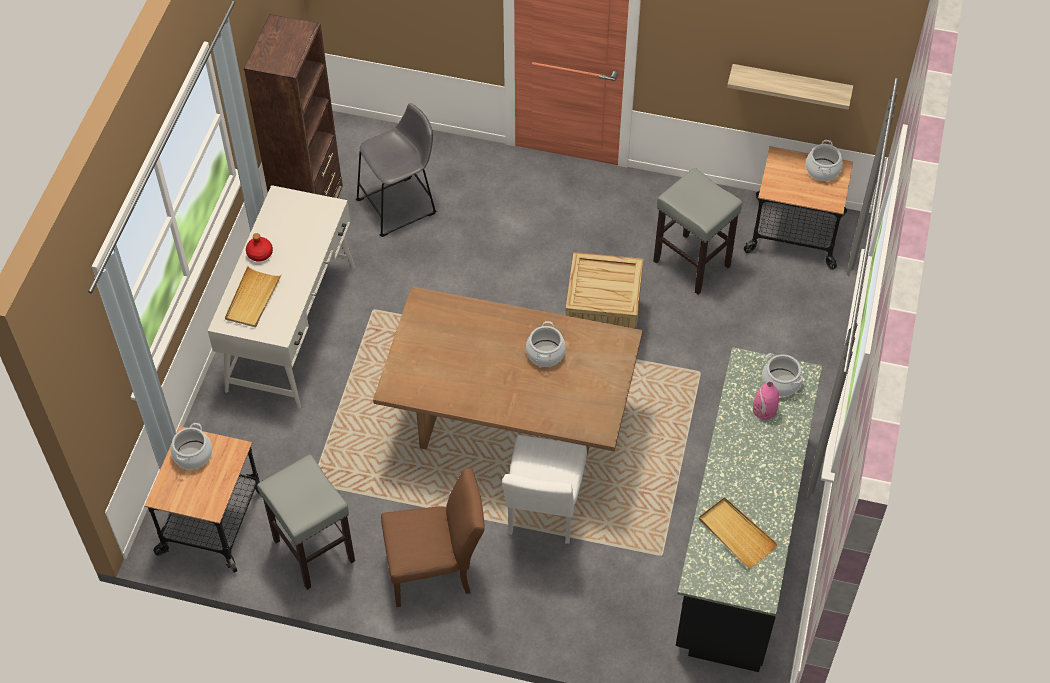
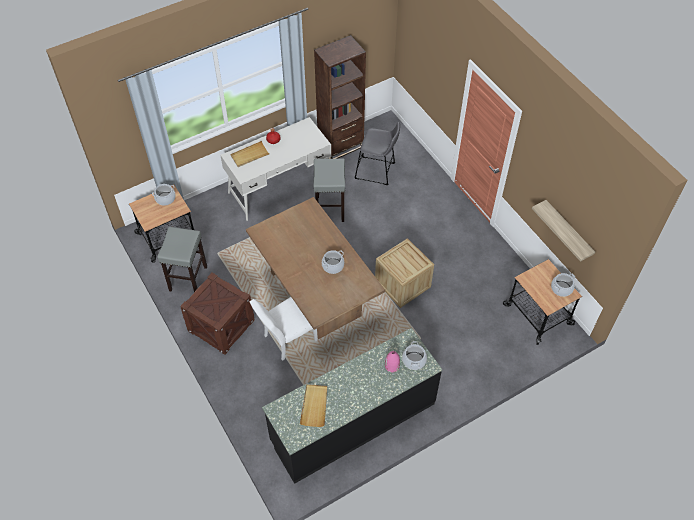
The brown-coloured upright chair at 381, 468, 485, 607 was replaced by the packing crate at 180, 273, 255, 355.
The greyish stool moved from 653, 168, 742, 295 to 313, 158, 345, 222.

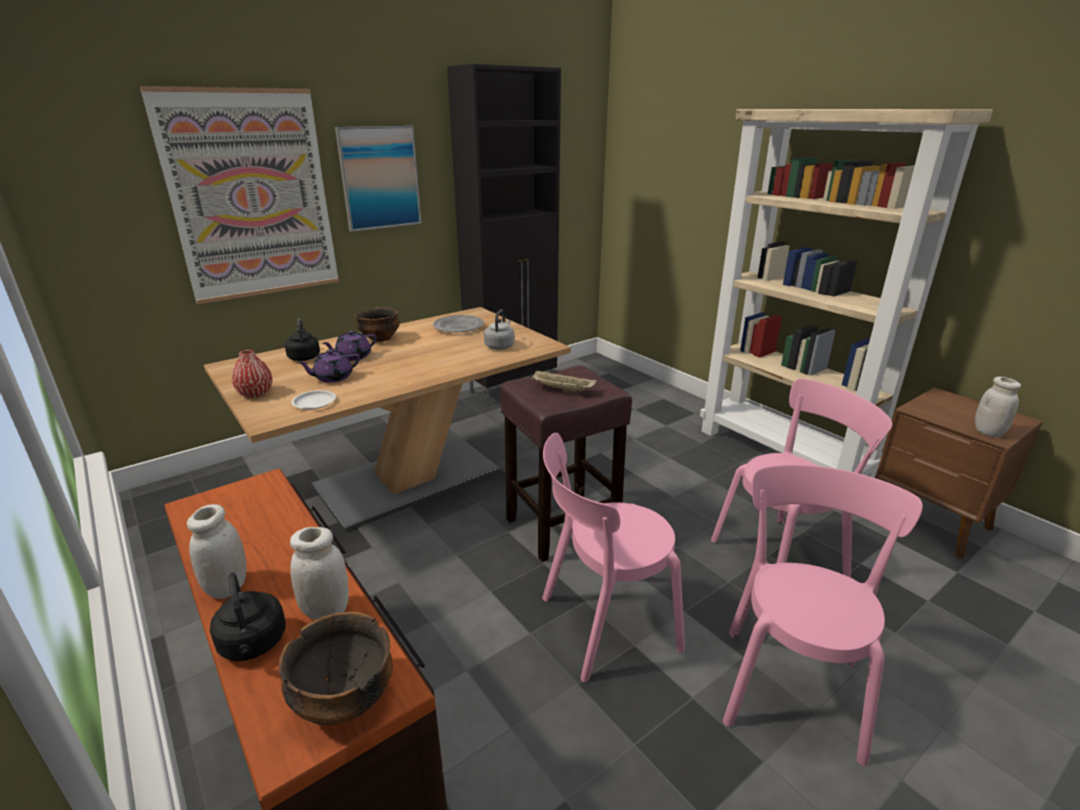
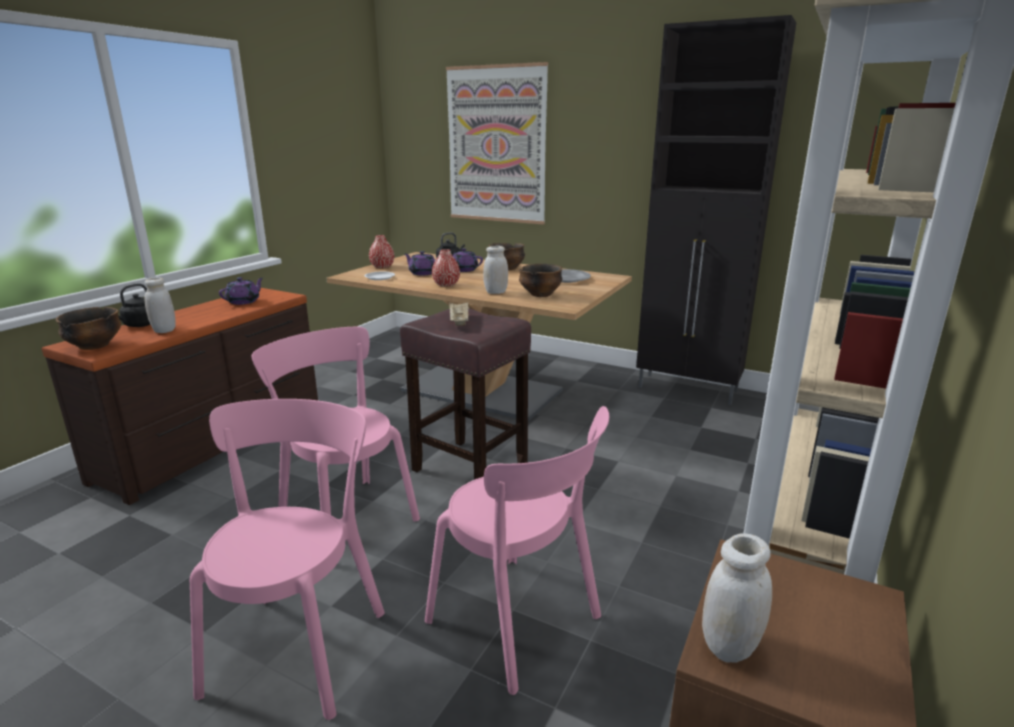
The white preserve jar moved from 187, 504, 246, 599 to 483, 246, 508, 294.
The wall picture at 335, 126, 422, 232 disappeared.
The greyish kettle at 484, 309, 515, 350 was replaced by the serving bowl at 519, 264, 563, 297.
The pink-coloured upright chair at 723, 465, 923, 766 turned 75 degrees counterclockwise.
The purple teapot at 219, 277, 264, 305 appeared.
The reddish flower vase at 432, 249, 460, 287 appeared.

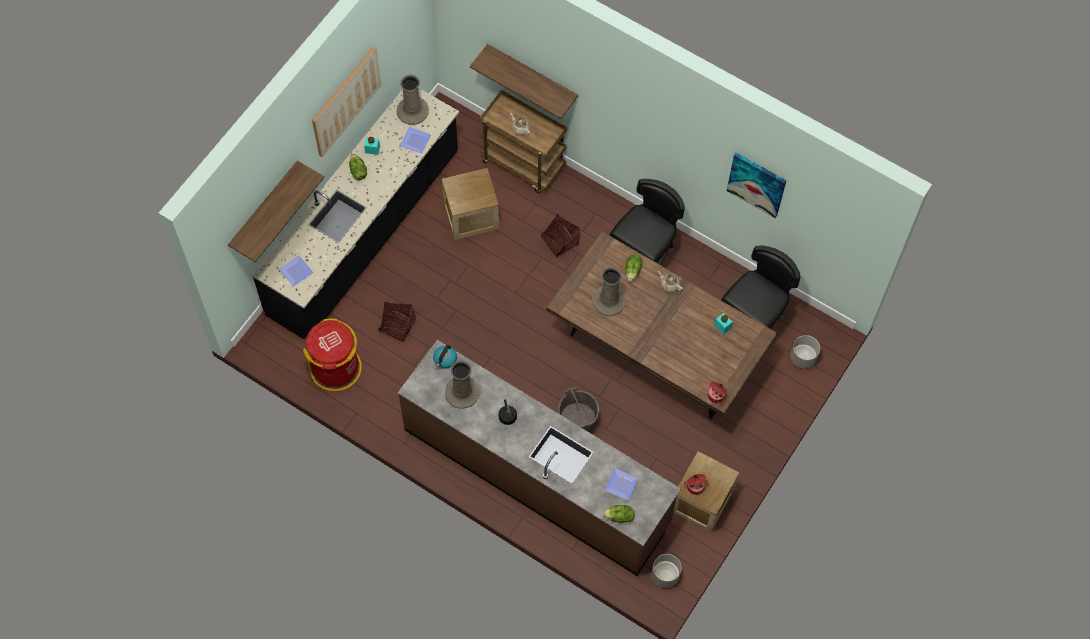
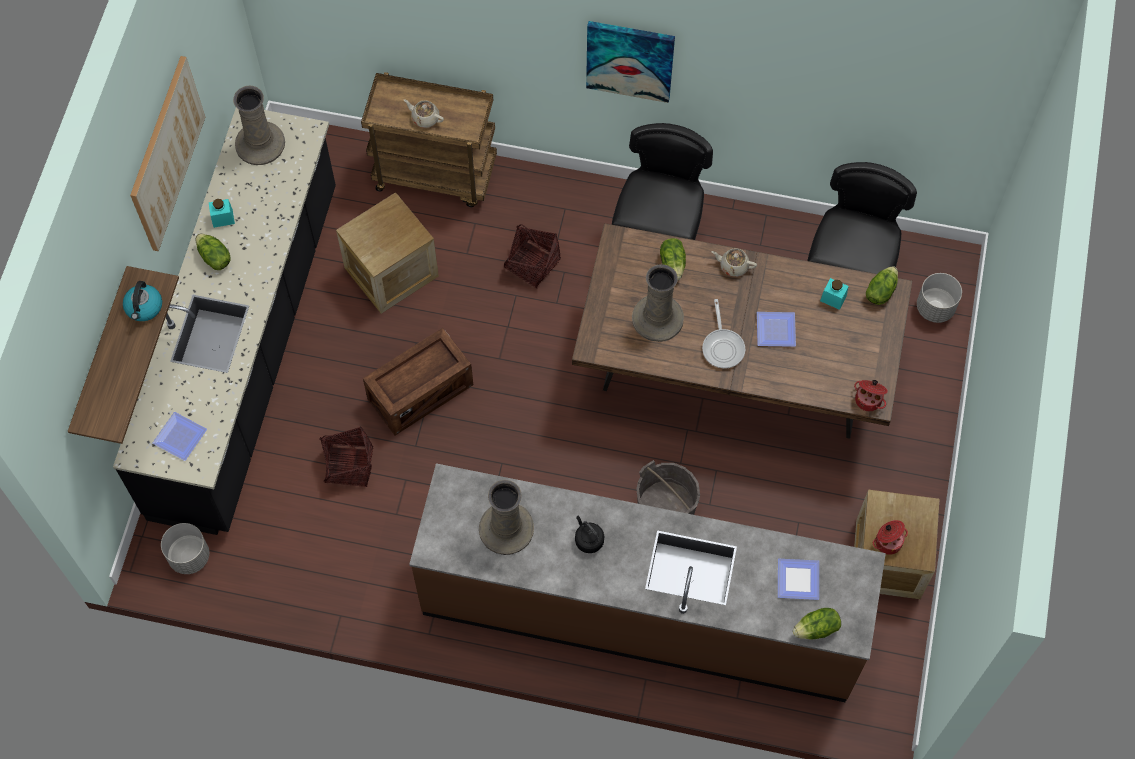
The reddish trash can at 303, 318, 362, 391 disappeared.
The plate moved from 400, 127, 431, 154 to 757, 312, 796, 347.
The kettle moved from 433, 345, 457, 369 to 123, 281, 162, 321.
The wall shelf at 470, 44, 578, 119 disappeared.
The greyish flower pot moved from 652, 554, 682, 588 to 161, 523, 209, 574.
The wall picture moved from 727, 153, 787, 218 to 586, 21, 675, 103.
The packing crate at 363, 328, 473, 435 appeared.
The skillet at 702, 299, 745, 368 appeared.
The lettuce at 866, 266, 898, 305 appeared.

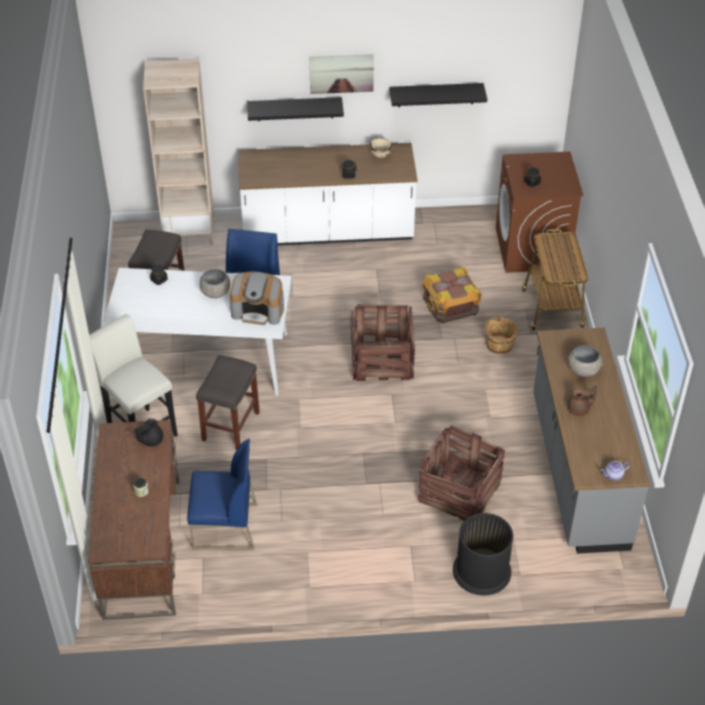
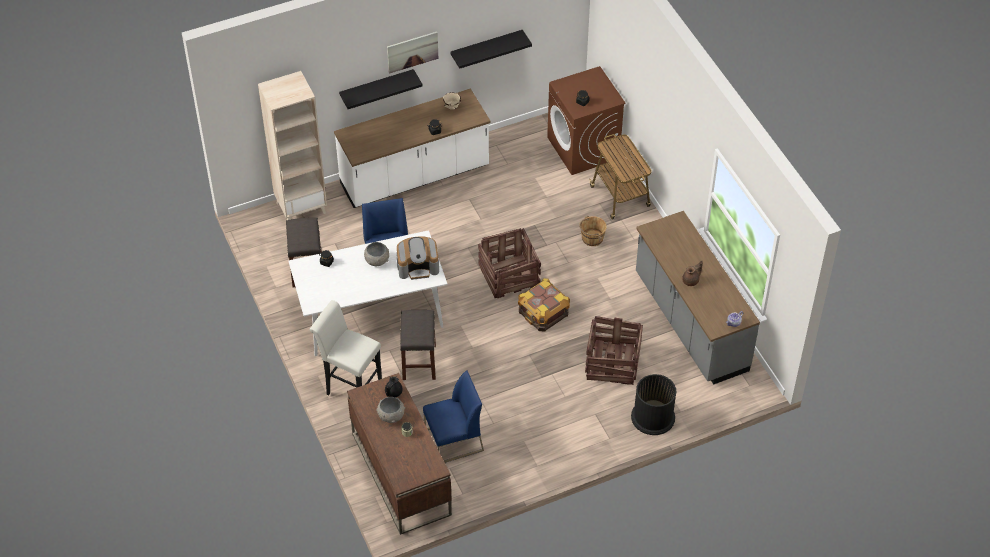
The packing crate moved from 422, 266, 482, 324 to 518, 278, 570, 332.
The greyish serving bowl moved from 567, 346, 603, 377 to 376, 397, 405, 423.

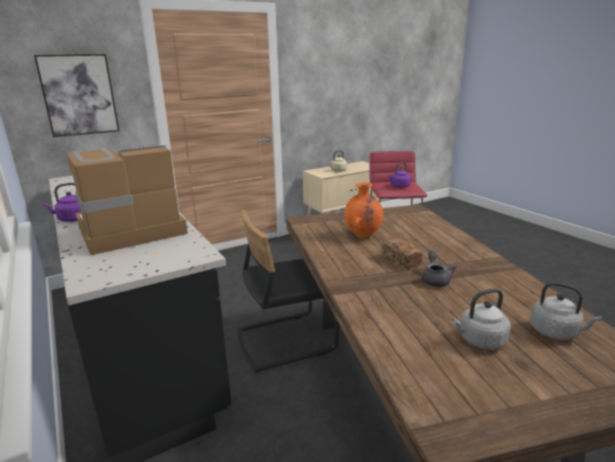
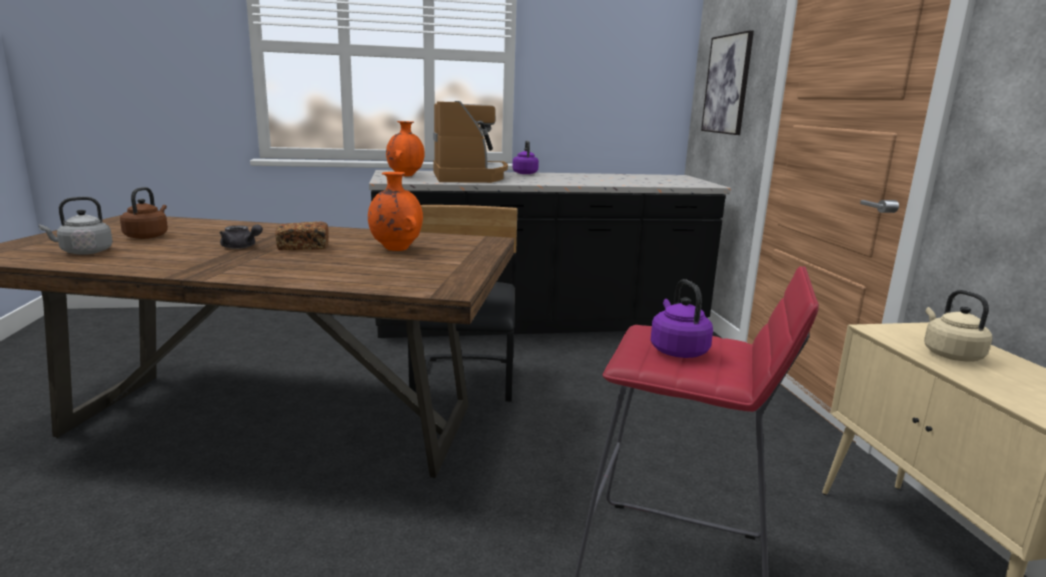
The greyish kettle at 451, 288, 511, 349 became the brown-coloured kettle at 120, 187, 168, 239.
The orange flower vase at 386, 121, 425, 176 appeared.

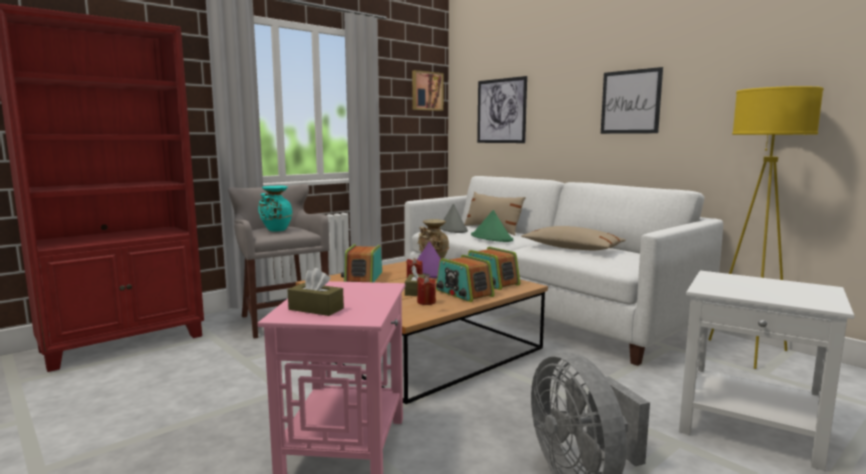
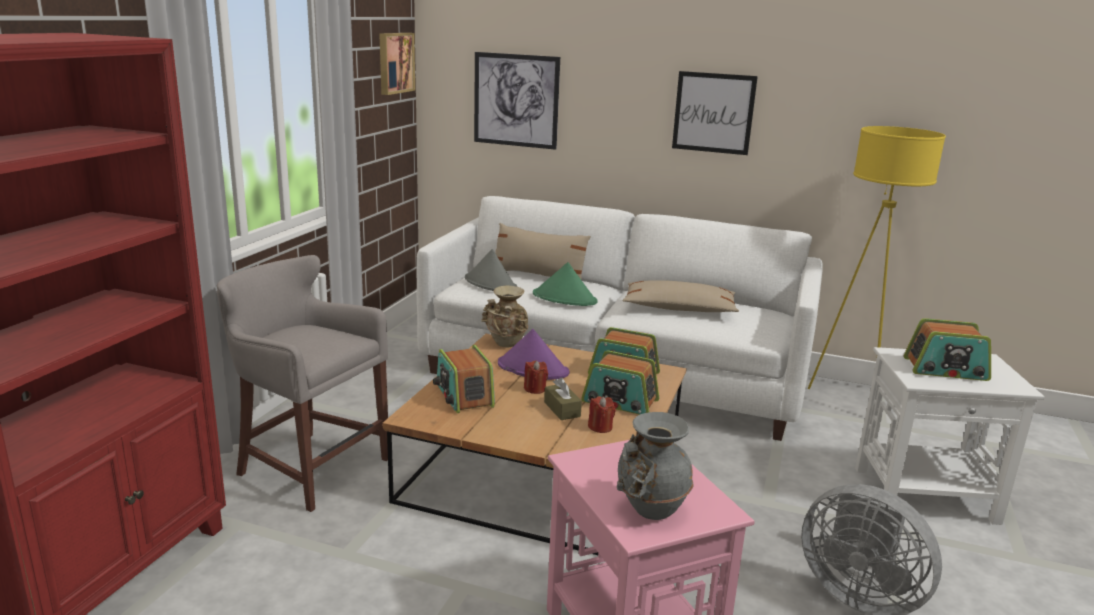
The turquoise-coloured flower vase at 258, 186, 293, 231 disappeared.
The brown-coloured tissue holder at 287, 268, 344, 316 was replaced by the greyish flower vase at 617, 412, 694, 520.
The radio set at 903, 318, 991, 381 appeared.

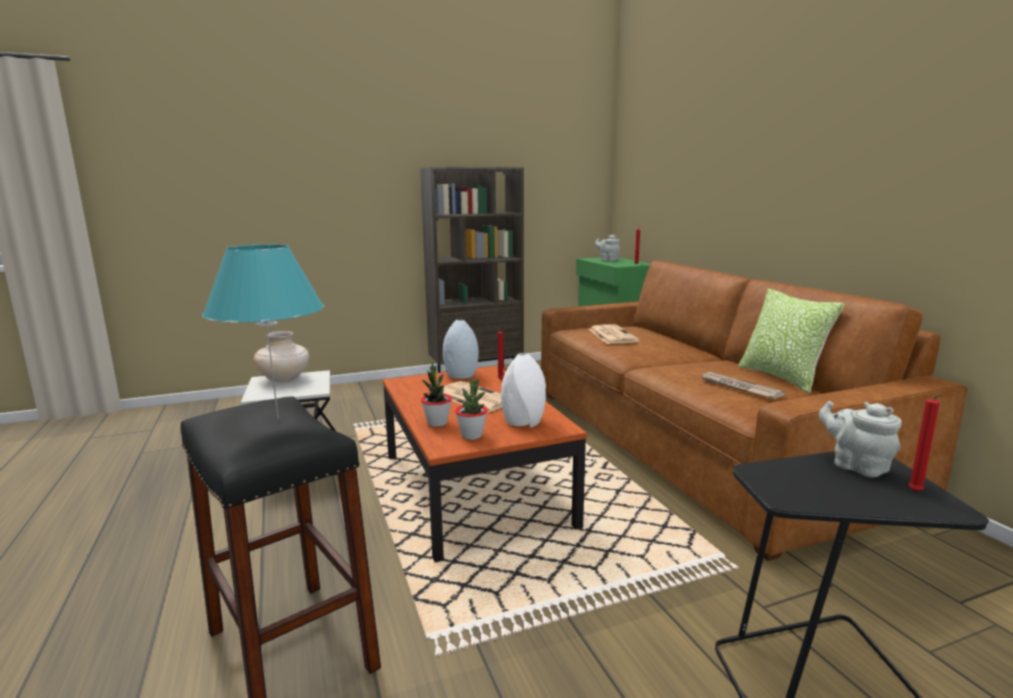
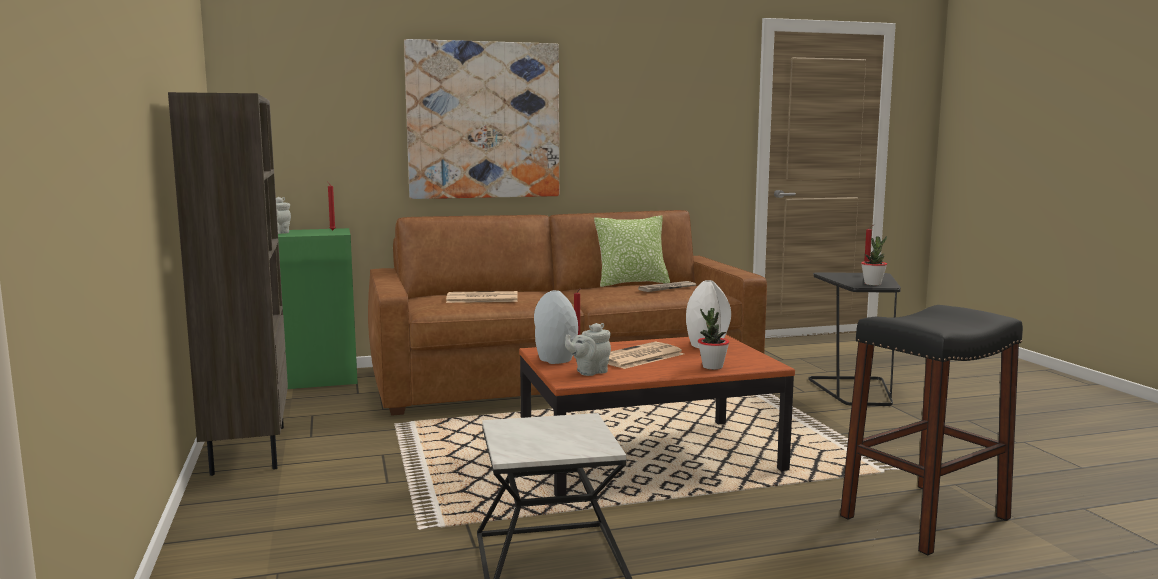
The turquoise-coloured tabletop lamp at 202, 244, 324, 418 disappeared.
The beige-coloured flower vase at 254, 331, 309, 382 disappeared.
The potted plant moved from 455, 377, 488, 440 to 861, 236, 887, 285.
The greyish teapot moved from 819, 401, 902, 477 to 565, 323, 611, 376.
The wall picture at 404, 39, 559, 199 appeared.

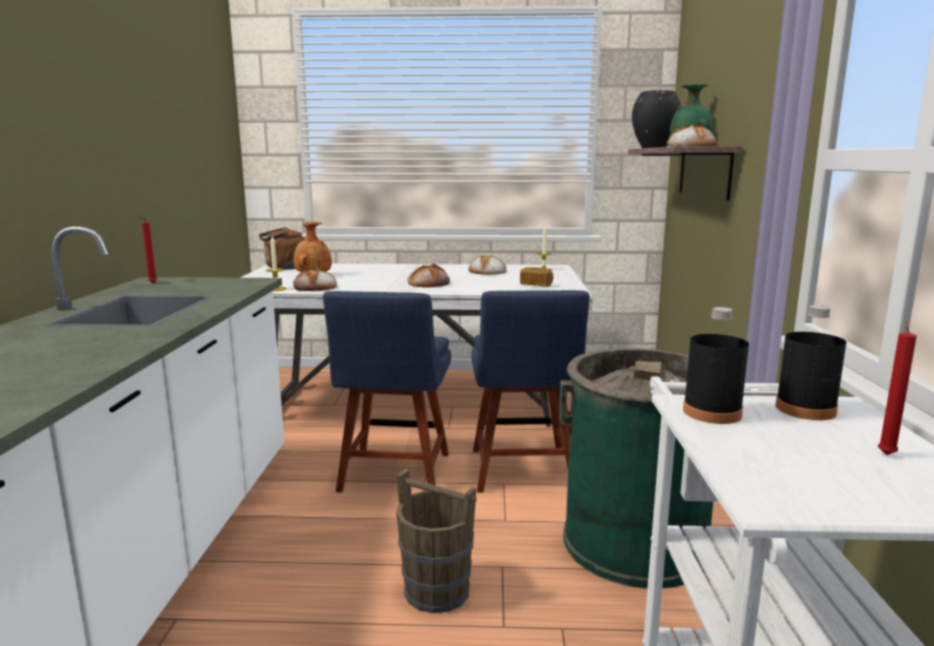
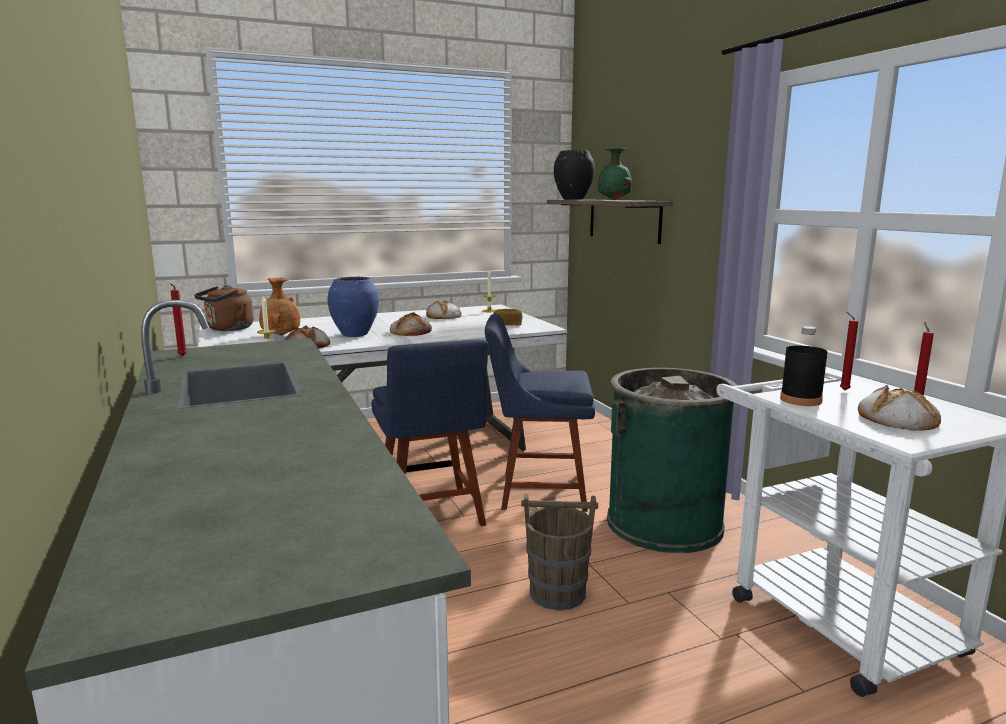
The bluish upright chair at 471, 290, 590, 493 turned 120 degrees clockwise.
The bakery bread moved from 667, 125, 717, 146 to 858, 385, 941, 431.
The blackish beverage bottle at 775, 305, 846, 420 was replaced by the reddish wax candle at 840, 311, 859, 391.
The bluish flower vase at 328, 277, 379, 337 appeared.

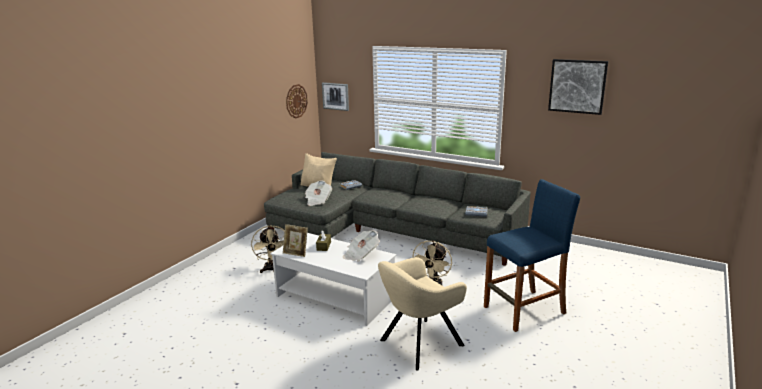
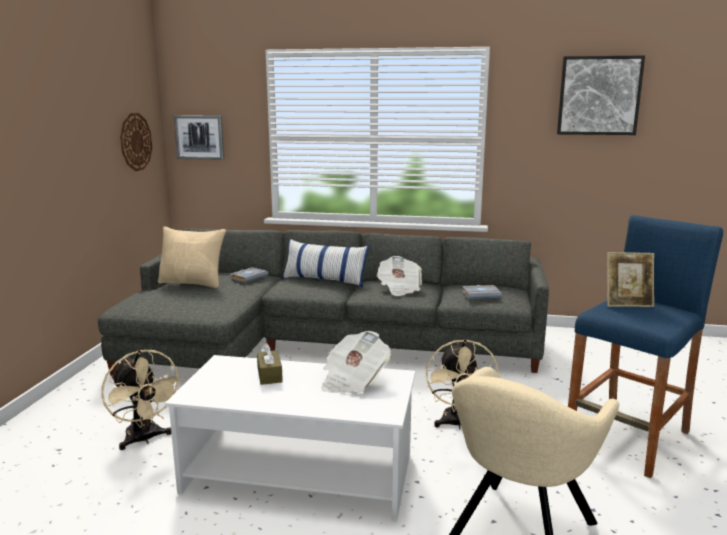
The standing frame moved from 283, 224, 308, 257 to 607, 252, 654, 307.
The newspaper moved from 305, 180, 332, 206 to 377, 256, 422, 296.
The cushion at 281, 239, 369, 287 appeared.

